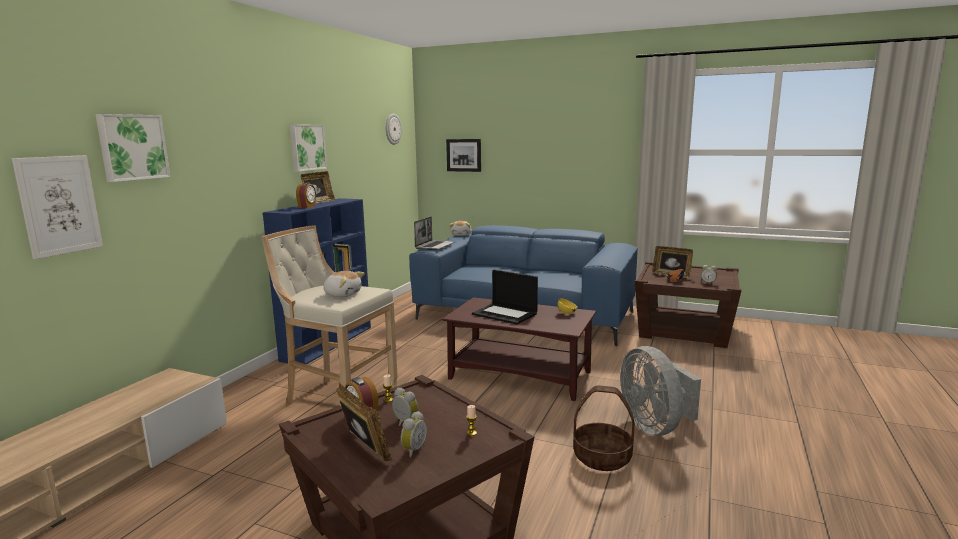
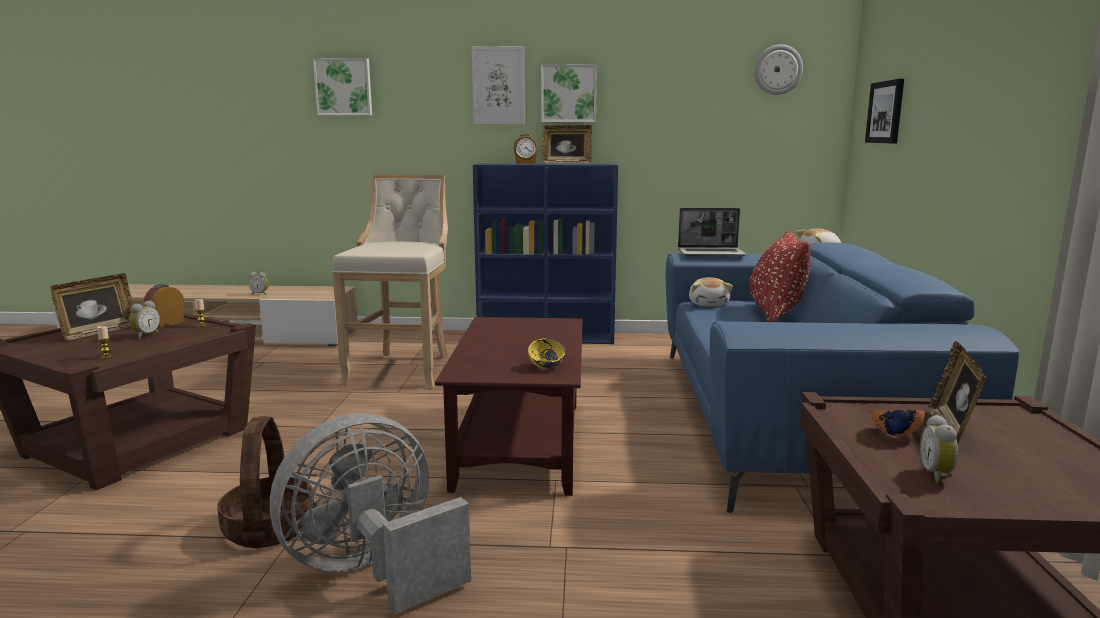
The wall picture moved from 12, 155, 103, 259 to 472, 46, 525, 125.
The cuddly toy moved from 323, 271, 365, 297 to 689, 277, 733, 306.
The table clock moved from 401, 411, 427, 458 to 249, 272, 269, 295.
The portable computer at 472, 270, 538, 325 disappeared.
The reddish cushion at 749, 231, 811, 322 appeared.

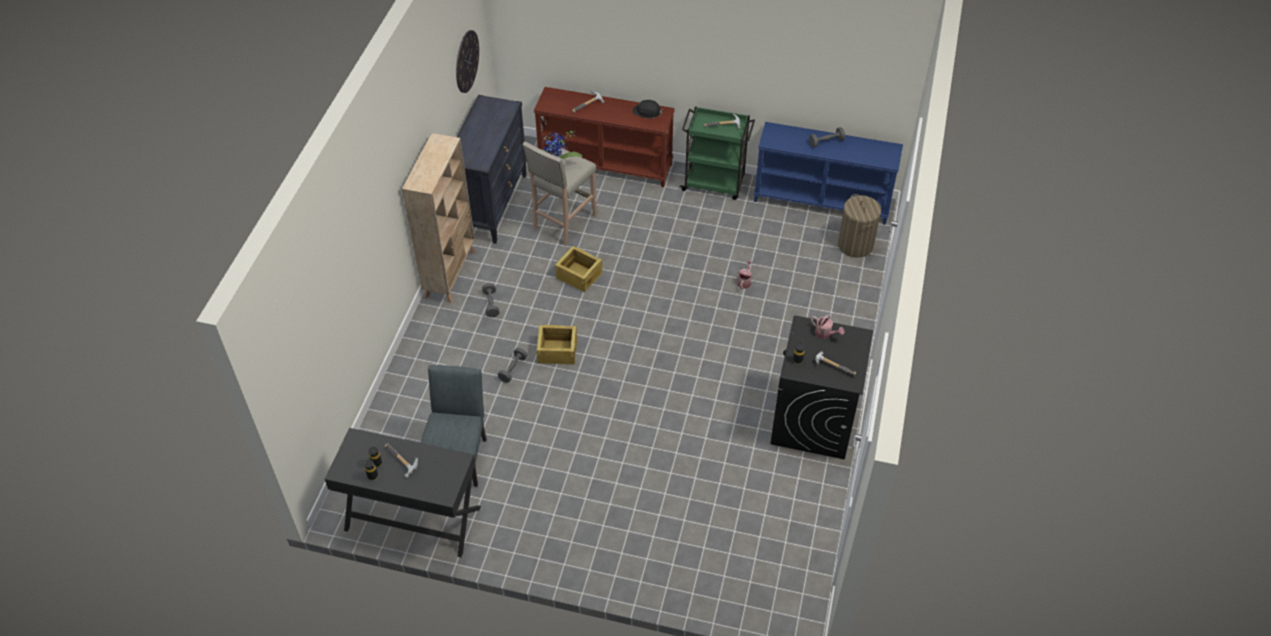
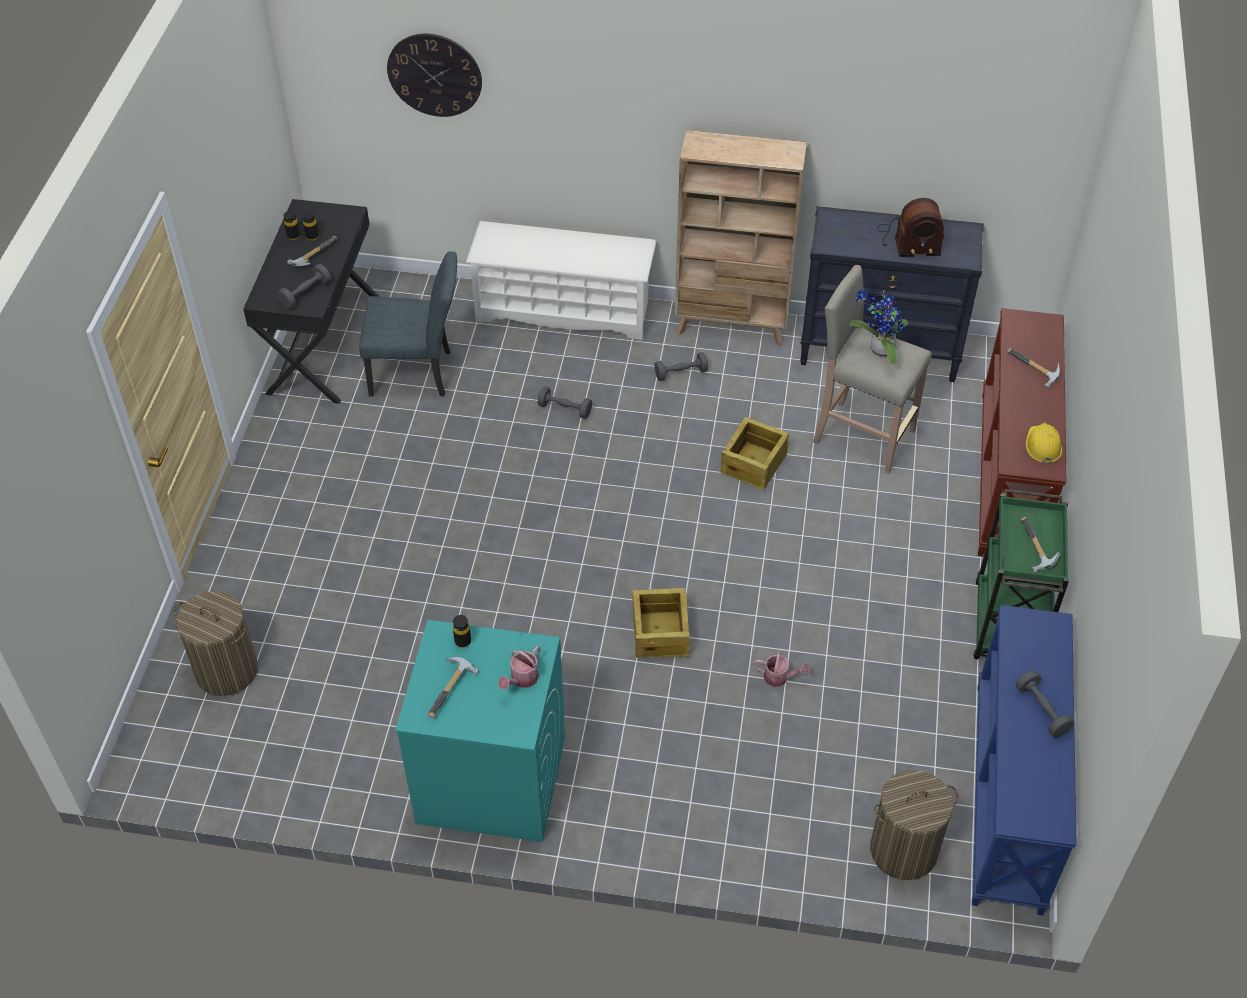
The clock on the wall moved from 456, 30, 479, 93 to 387, 34, 482, 117.
The packing crate moved from 536, 325, 578, 365 to 632, 588, 690, 658.
The blackish safety helmet at 633, 100, 663, 118 became the yellow safety helmet at 1026, 423, 1062, 465.
The blackish laundry machine at 770, 316, 873, 460 became the turquoise-coloured laundry machine at 395, 620, 565, 842.
The hamper at 174, 591, 258, 696 appeared.
The greyish free weight at 277, 264, 331, 309 appeared.
The white shoe rack at 466, 221, 656, 340 appeared.
The radio set at 877, 198, 944, 257 appeared.

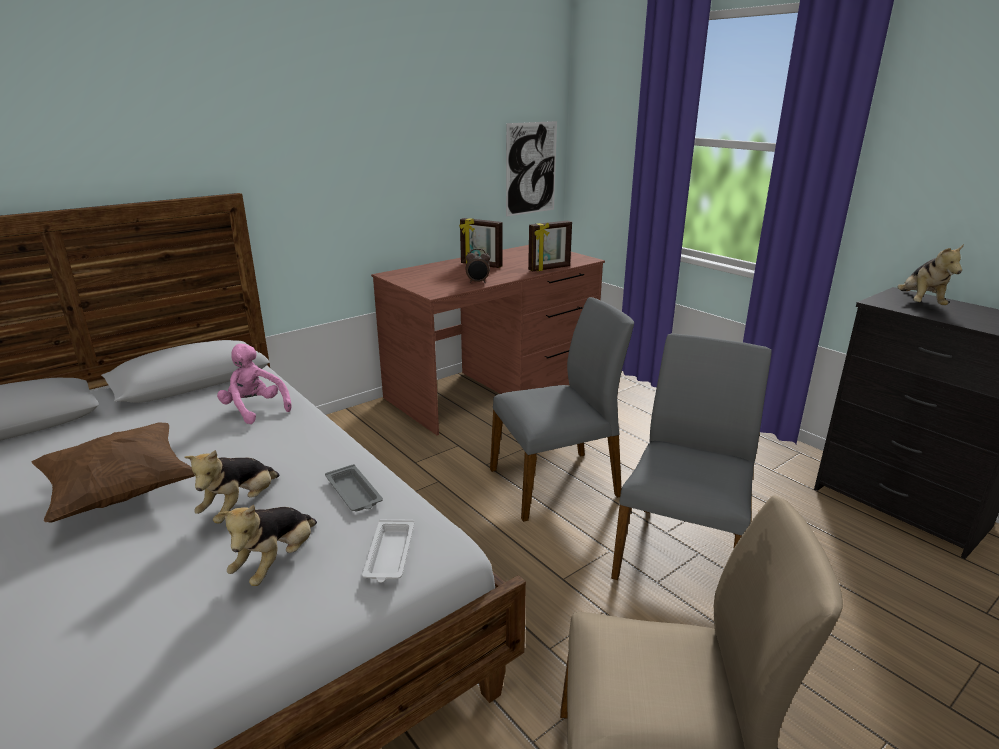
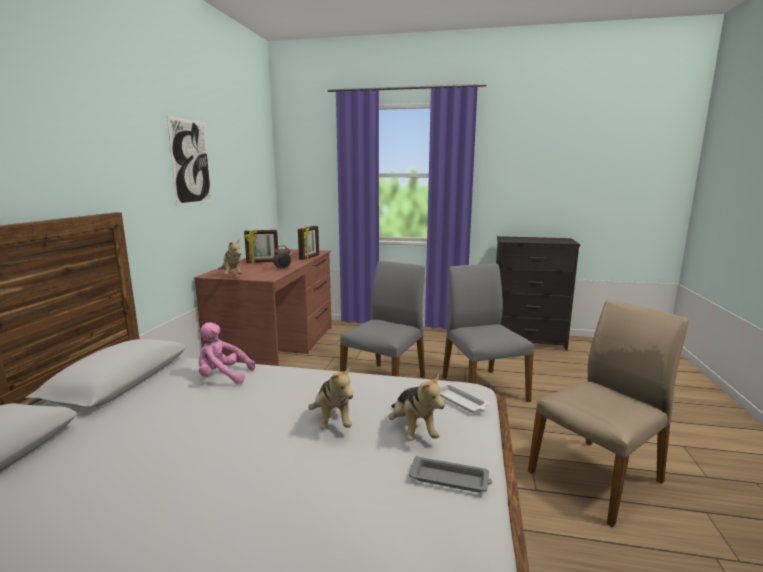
The brown-coloured cushion at 32, 422, 195, 523 disappeared.
The greyish serving tray moved from 325, 464, 383, 512 to 409, 456, 492, 492.
The wall picture moved from 506, 121, 557, 217 to 167, 116, 212, 205.
The cuddly toy moved from 897, 244, 964, 305 to 218, 239, 242, 275.

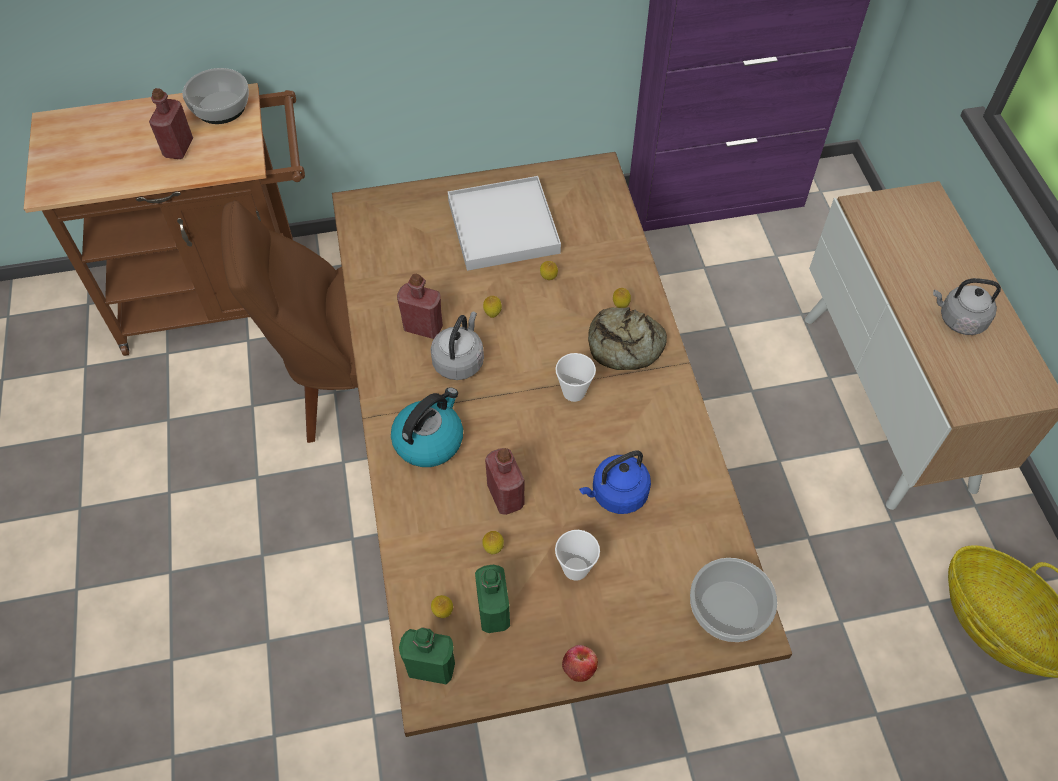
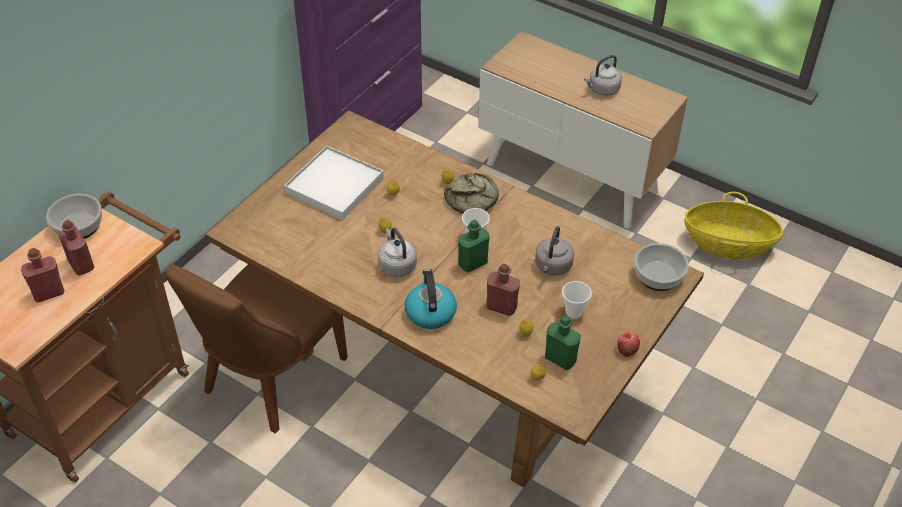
The reddish beverage bottle moved from 397, 274, 443, 339 to 21, 248, 64, 303.
The greenish beverage bottle moved from 399, 627, 455, 684 to 458, 220, 490, 273.
The bluish kettle at 579, 450, 651, 514 became the greyish kettle at 535, 226, 574, 276.

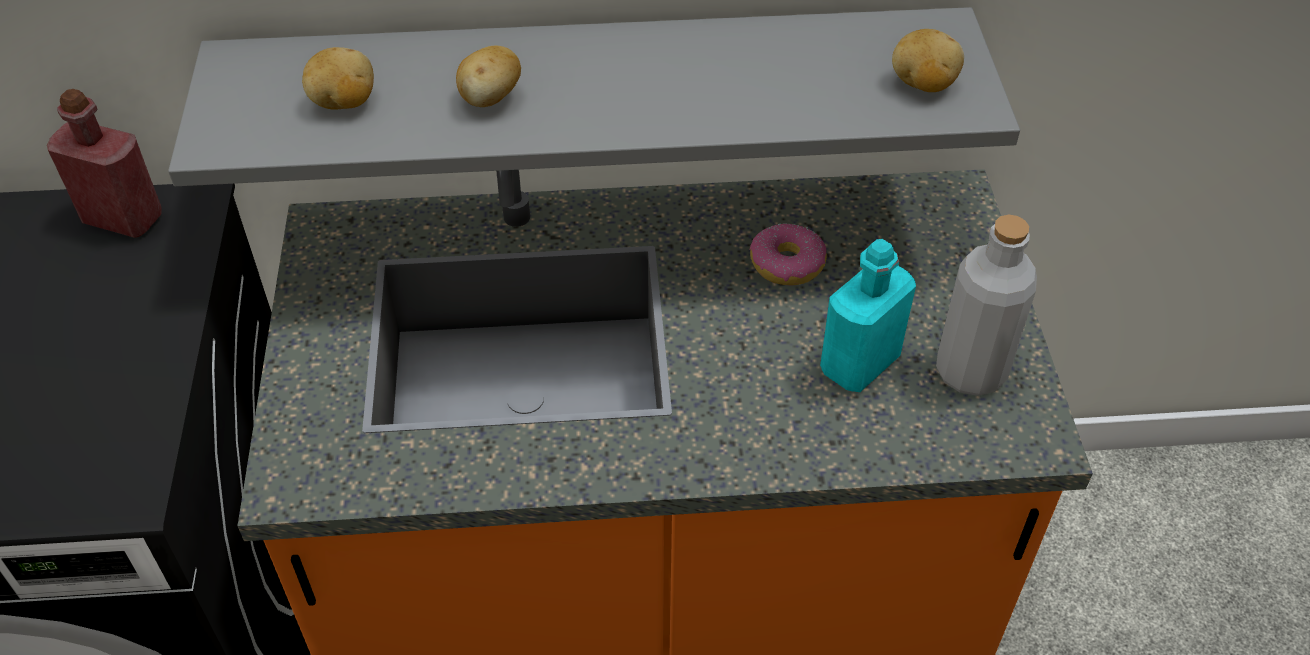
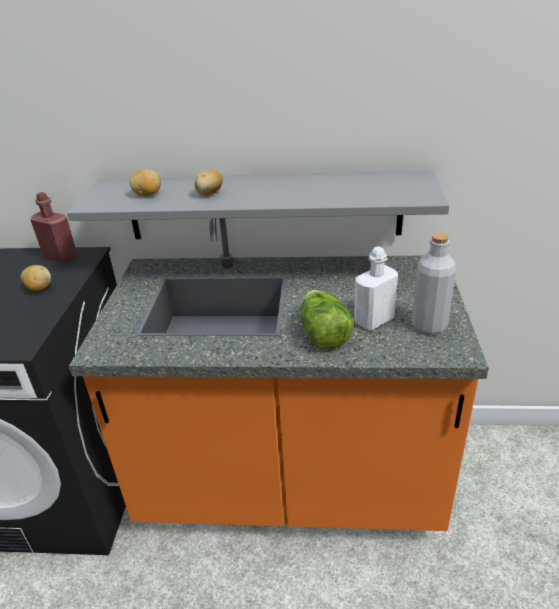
The doughnut at 749, 223, 827, 285 disappeared.
The turquoise-coloured beverage bottle at 820, 239, 916, 392 became the white beverage bottle at 354, 246, 398, 331.
The potato moved from 892, 29, 964, 92 to 21, 265, 51, 291.
The lettuce at 301, 290, 354, 349 appeared.

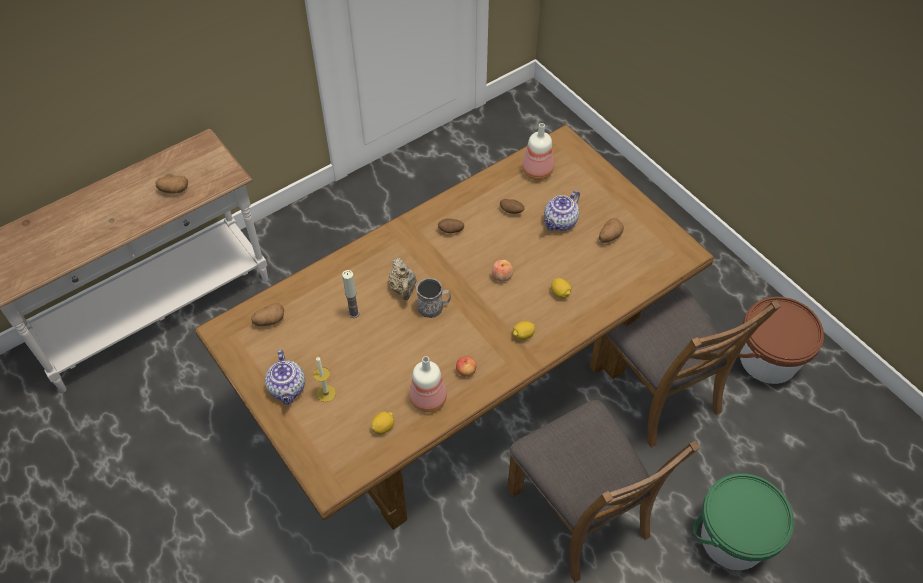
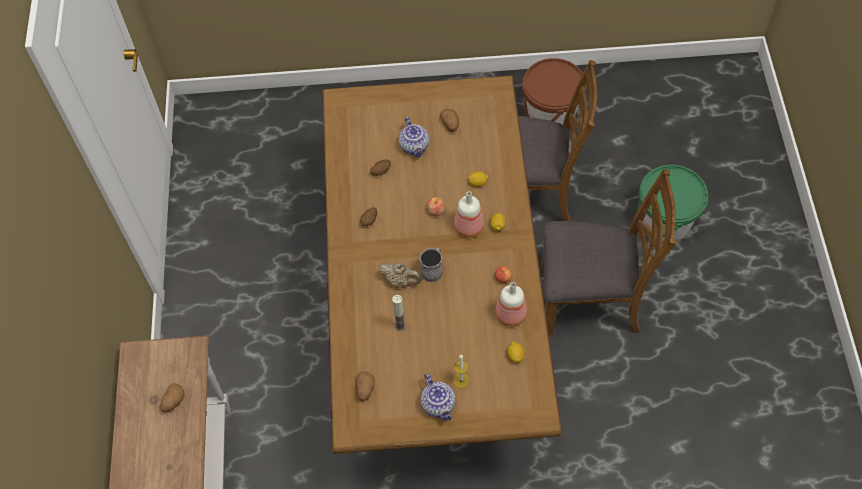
The teapot at 265, 349, 305, 405 turned 45 degrees clockwise.
The beverage bottle moved from 522, 123, 554, 180 to 454, 191, 484, 238.

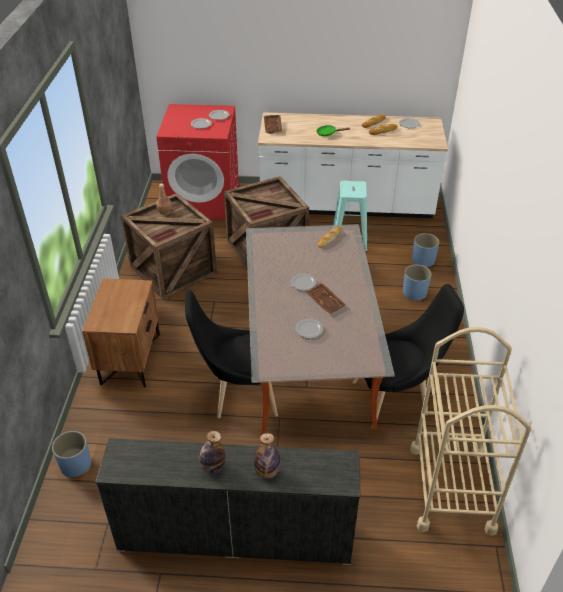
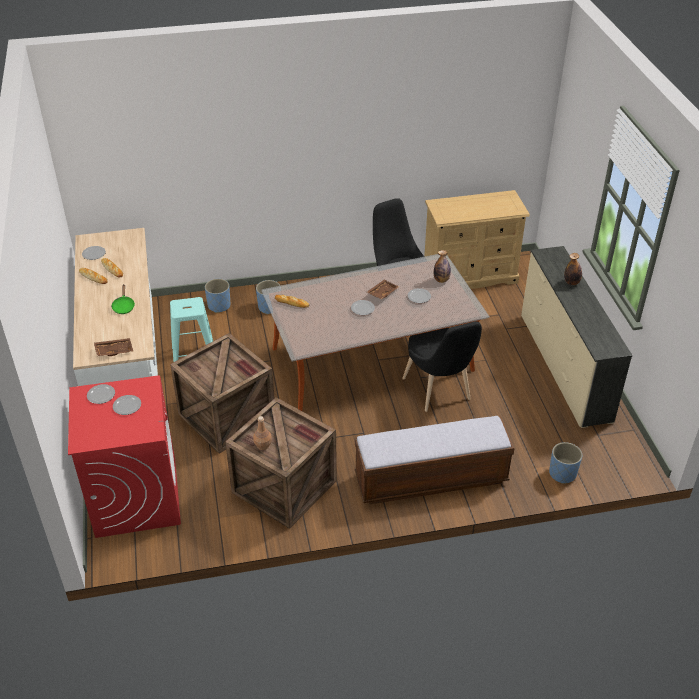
The brown-coloured nightstand at 82, 278, 160, 387 was replaced by the long seat at 355, 416, 515, 504.
The beverage bottle moved from 199, 431, 225, 473 to 434, 250, 451, 283.
The beige-coloured trolley at 410, 327, 532, 536 was replaced by the beige-coloured drawer chest at 424, 190, 530, 289.

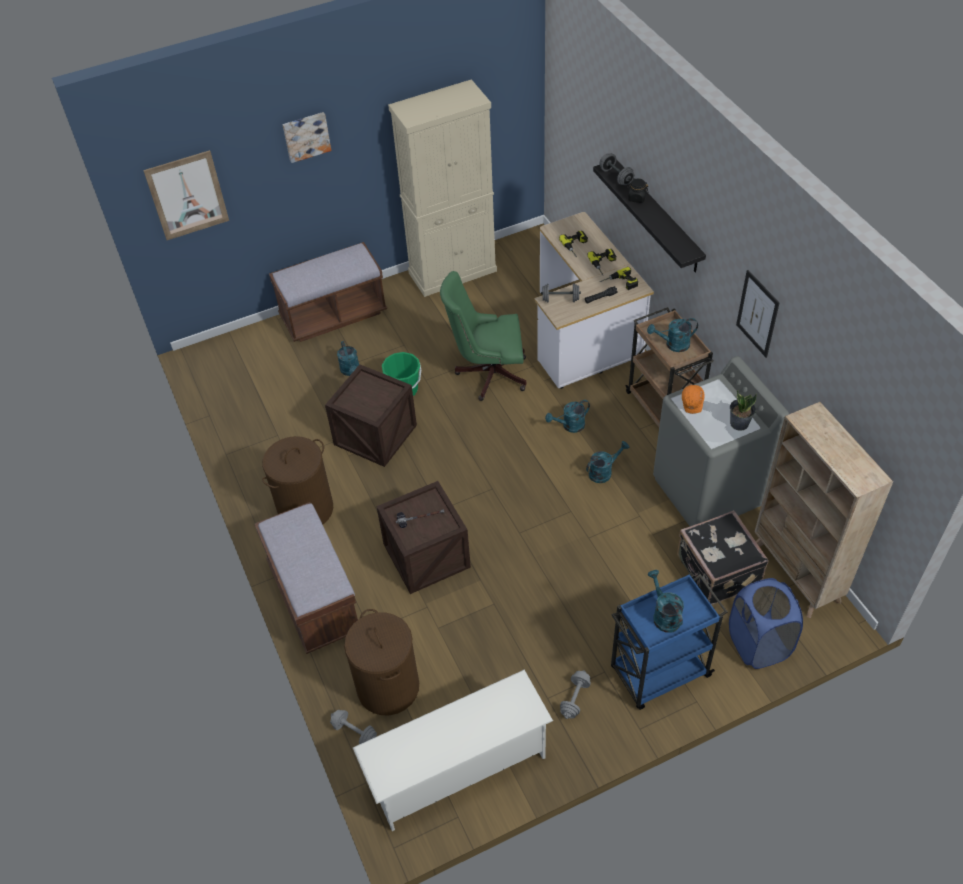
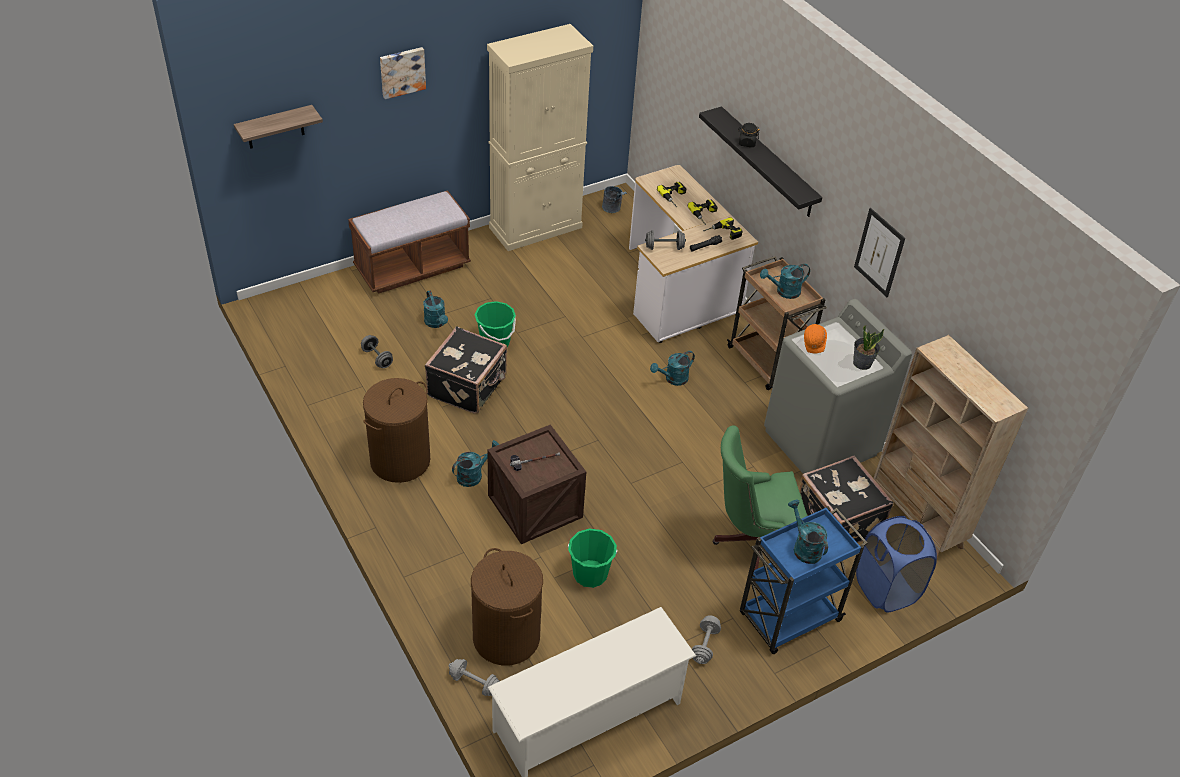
The wall picture at 143, 150, 229, 240 was replaced by the wall shelf at 234, 105, 323, 149.
The brown-coloured long seat at 255, 502, 358, 654 disappeared.
The packing crate at 325, 364, 417, 467 was replaced by the blackish suitcase at 425, 326, 507, 414.
The greenish computer chair moved from 440, 271, 527, 401 to 712, 425, 807, 570.
The turquoise-coloured sprinkling can moved from 586, 441, 629, 483 to 452, 440, 499, 487.
The greyish free weight moved from 600, 153, 634, 185 to 361, 335, 393, 368.
The greenish water bucket at 568, 528, 617, 588 appeared.
The greyish water bucket at 602, 186, 627, 213 appeared.

